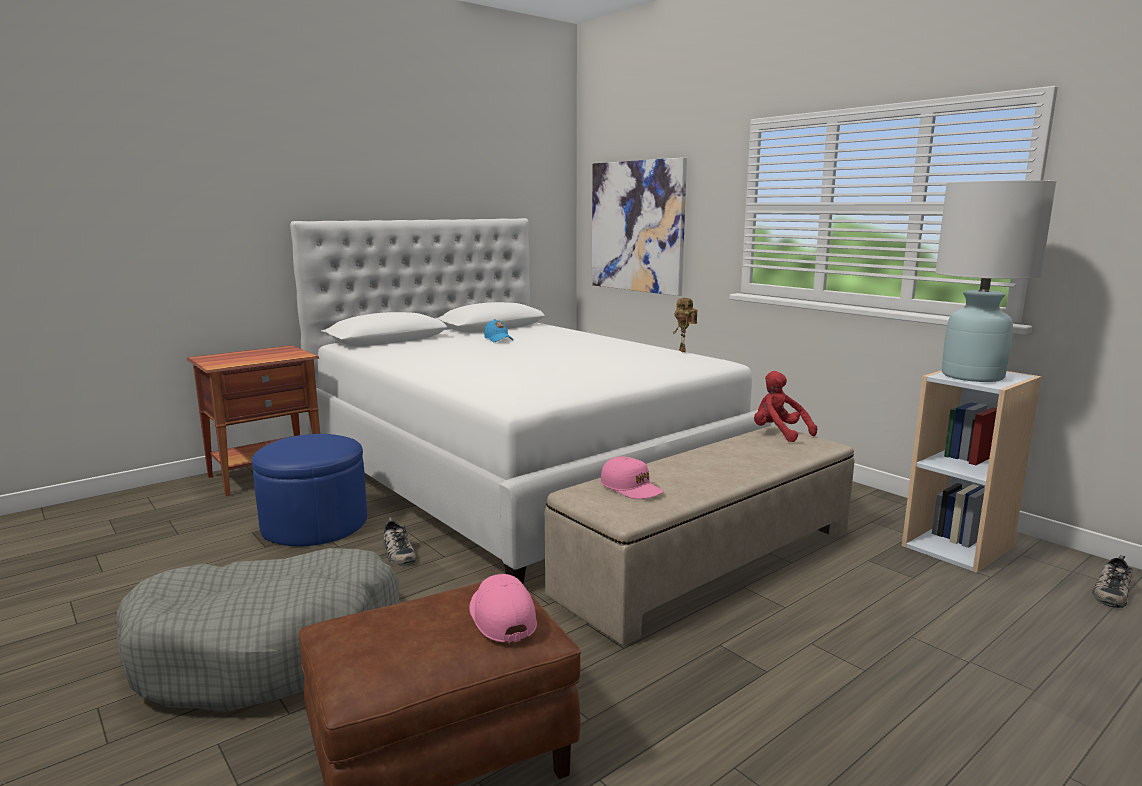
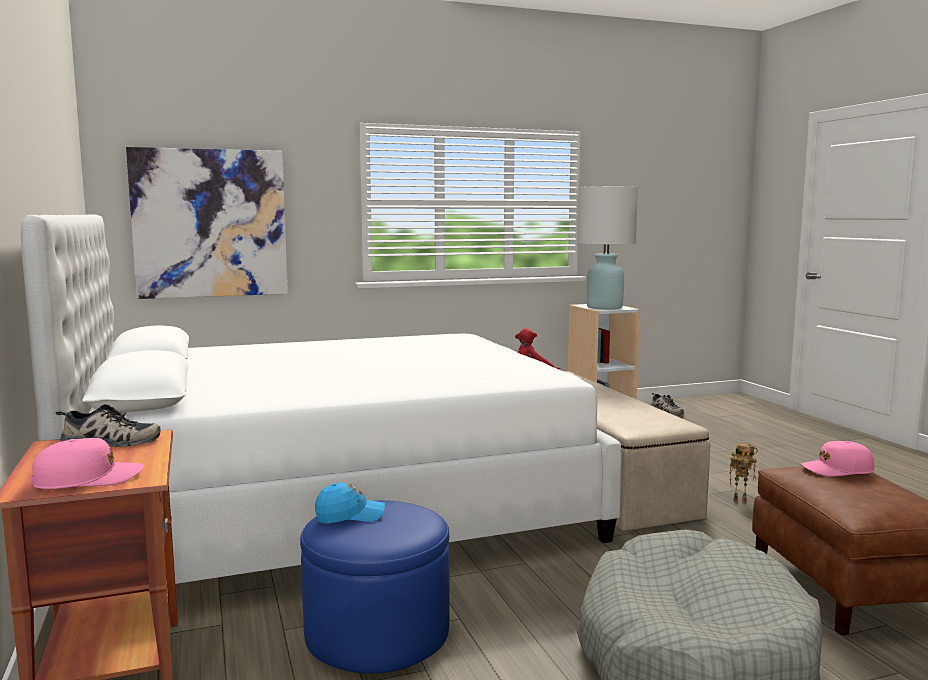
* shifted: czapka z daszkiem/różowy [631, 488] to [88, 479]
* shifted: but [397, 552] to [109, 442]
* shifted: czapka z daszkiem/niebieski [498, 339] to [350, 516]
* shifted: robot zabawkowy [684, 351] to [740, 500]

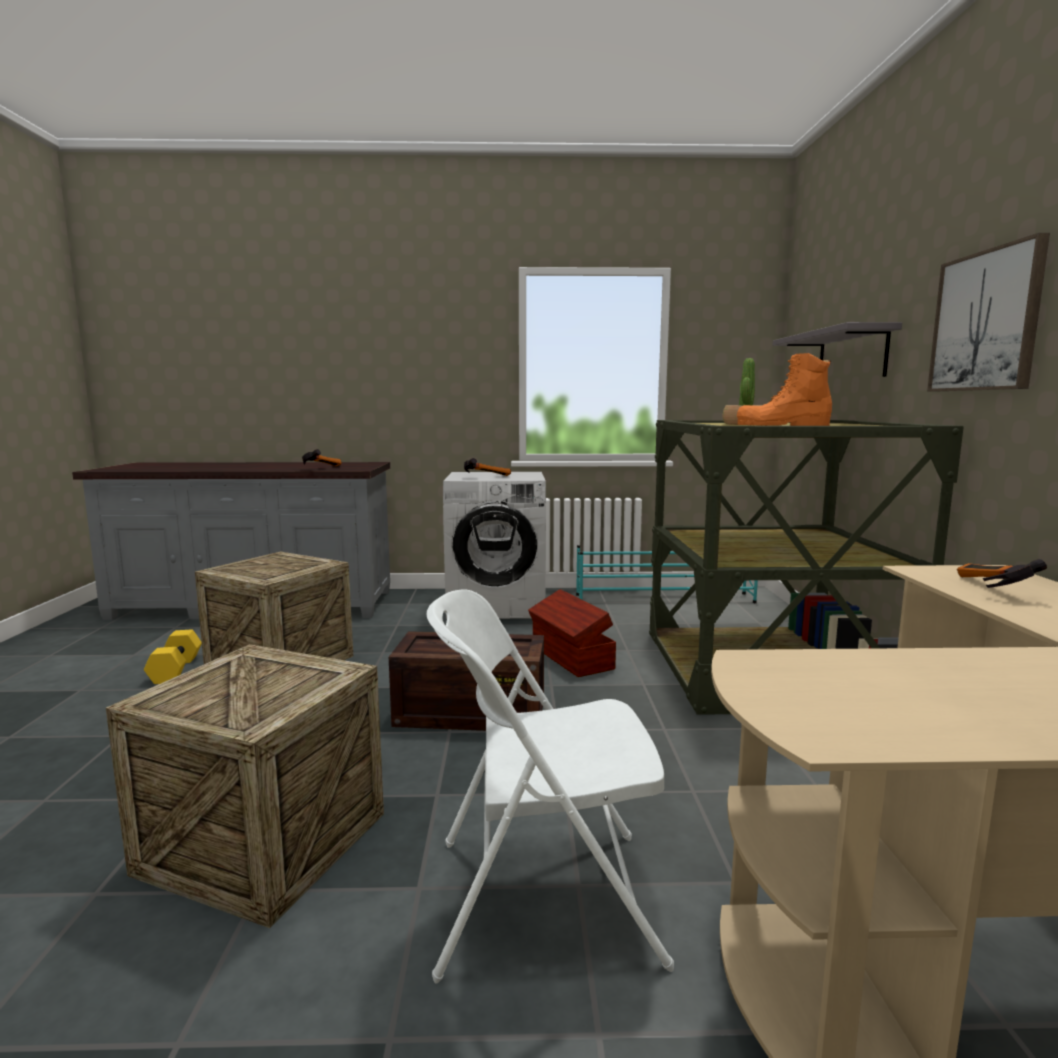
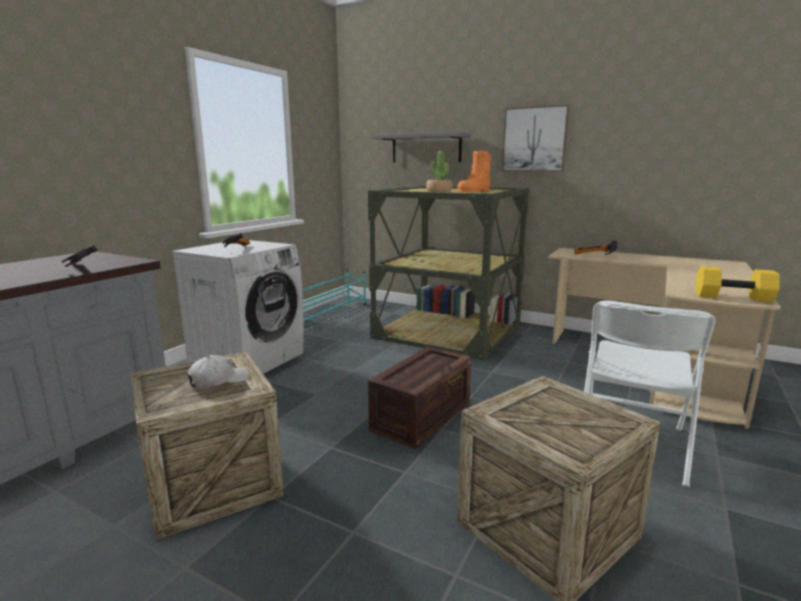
* new: czapka z daszkiem/biały [218, 381]
* shifted: hantel/żółty [174, 669] to [732, 297]
* gone: pojemnik do przechowywania/brązowy [571, 658]

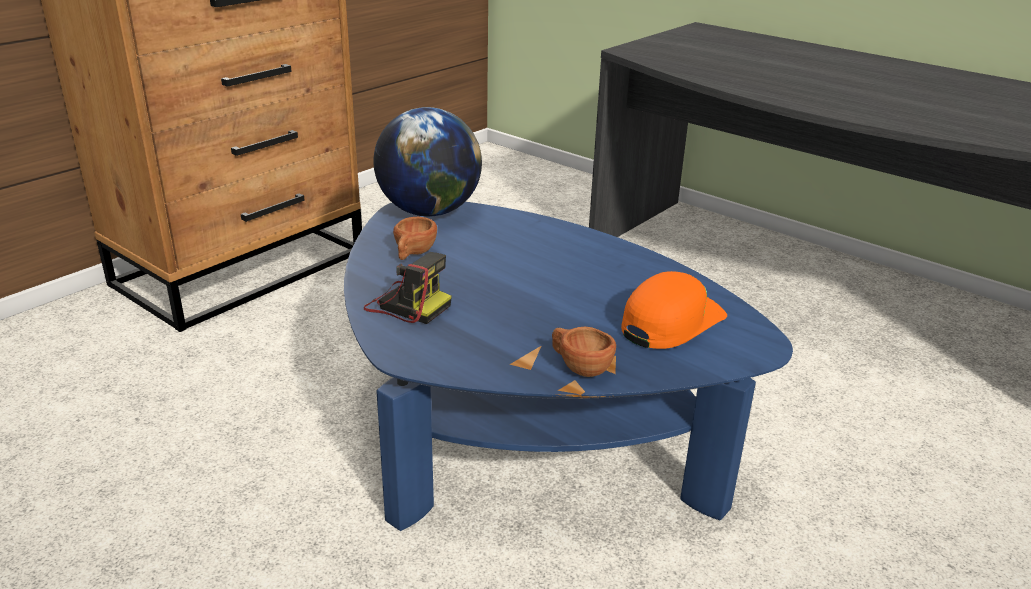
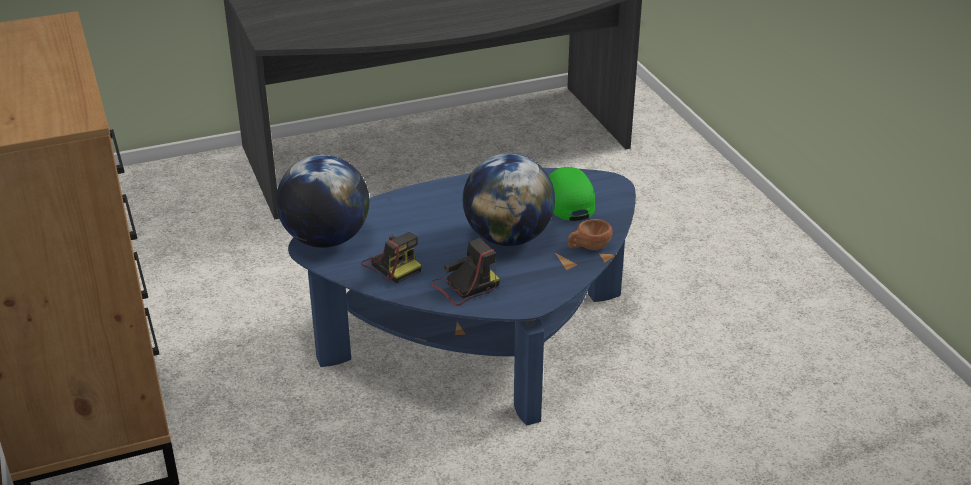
* swapped: filiżanka/brązowy [413, 254] to aparat fotograficzny [392, 265]
* new: globus [508, 237]
* repainted: czapka z daszkiem/pomarańczowy [671, 322] to czapka z daszkiem/zielony [566, 200]

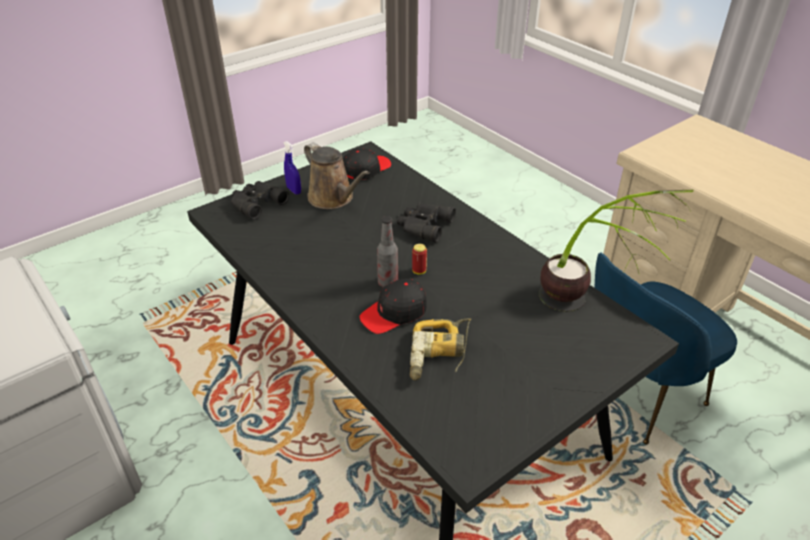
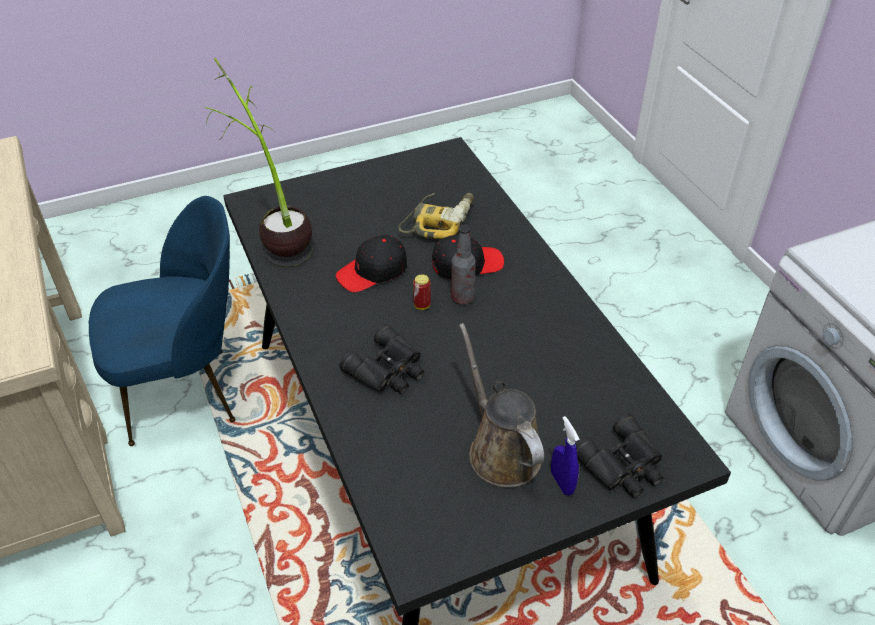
* shifted: czapka z daszkiem/czarny [366, 169] to [373, 271]

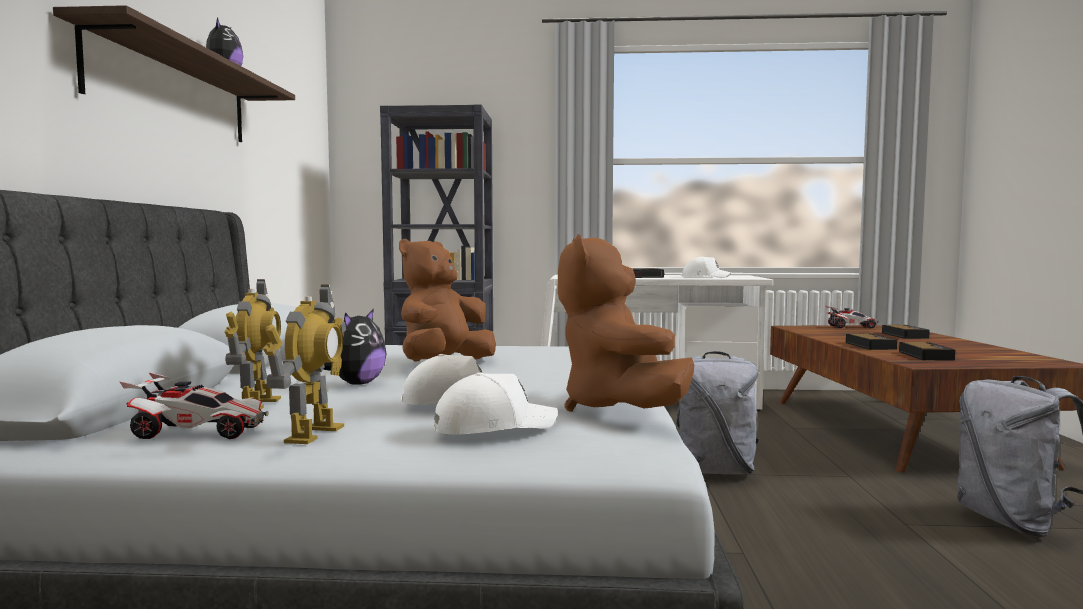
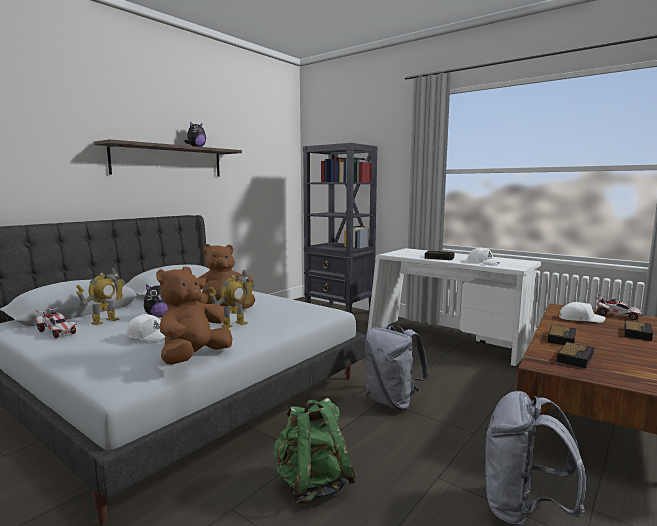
* shifted: robot zabawkowy [313, 434] to [234, 324]
* new: plecak/zielony [312, 485]
* shifted: czapka z daszkiem/biały [493, 426] to [580, 319]

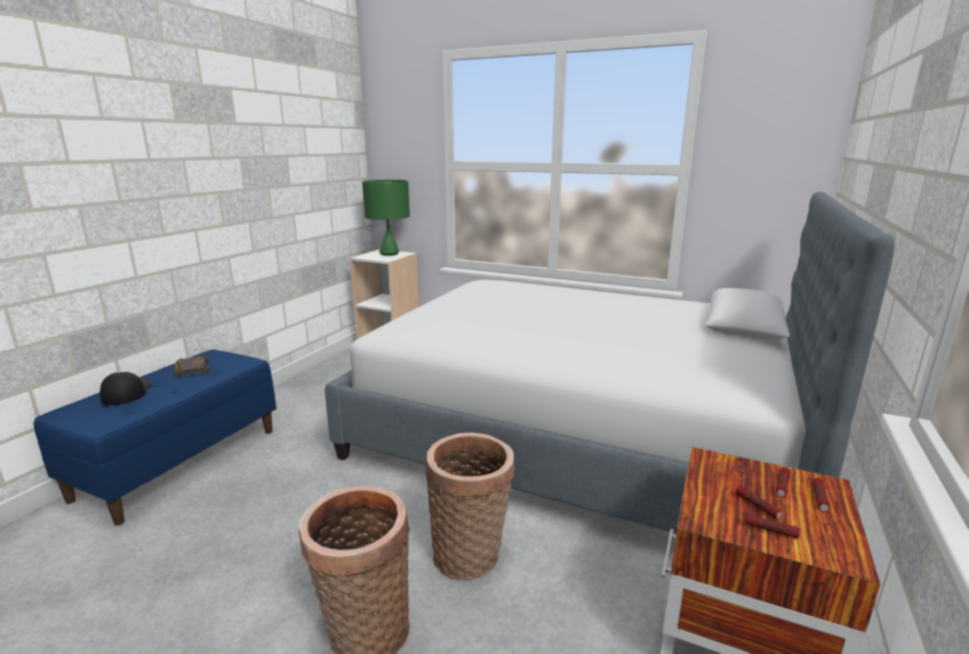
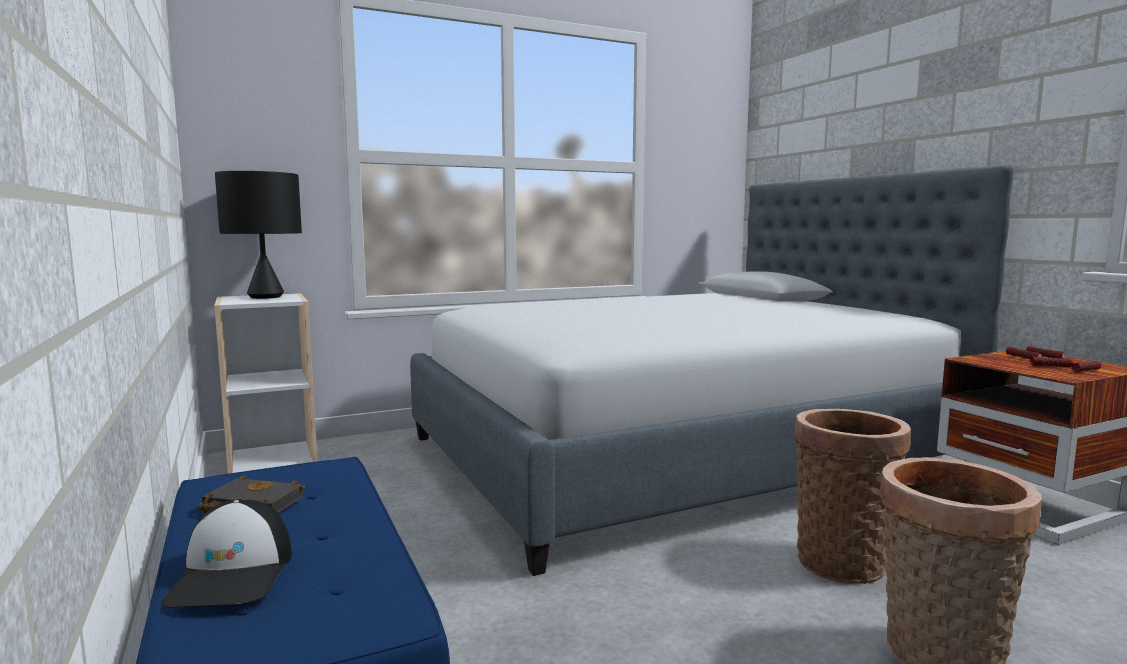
* rotated: czapka z daszkiem [126, 392] = [233, 575] 120 degrees counterclockwise
* repainted: lampa stołowa/zielony [389, 254] to lampa stołowa/czarny [266, 297]

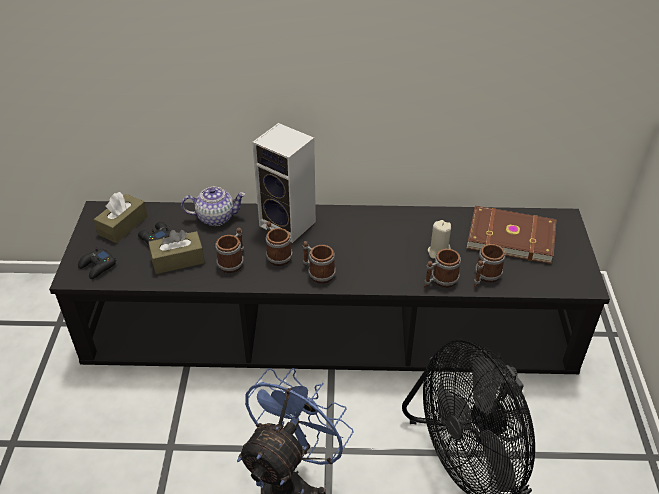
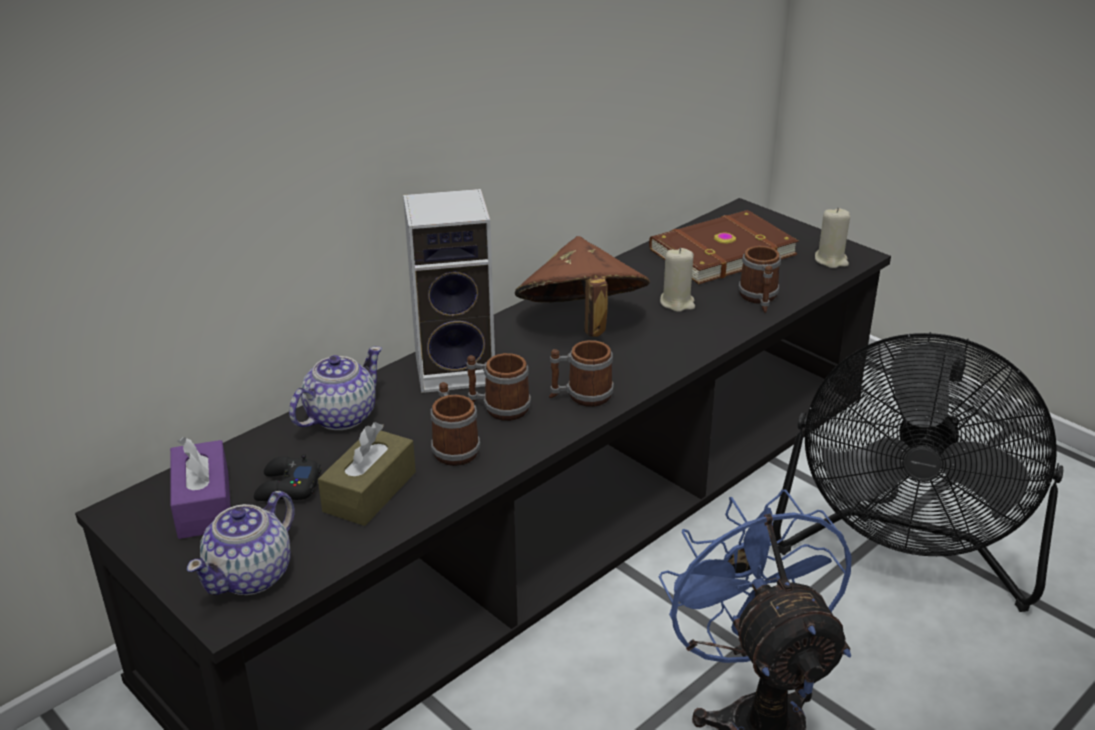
* repainted: pudełko chusteczek/brązowy [123, 225] to pudełko chusteczek/fioletowy [204, 504]
* swapped: pad do gier/czarny [97, 267] to imbryk [251, 575]
* new: kapelusz/brązowy [581, 324]
* new: świeca/beżowy [831, 260]
* gone: kubek [440, 281]

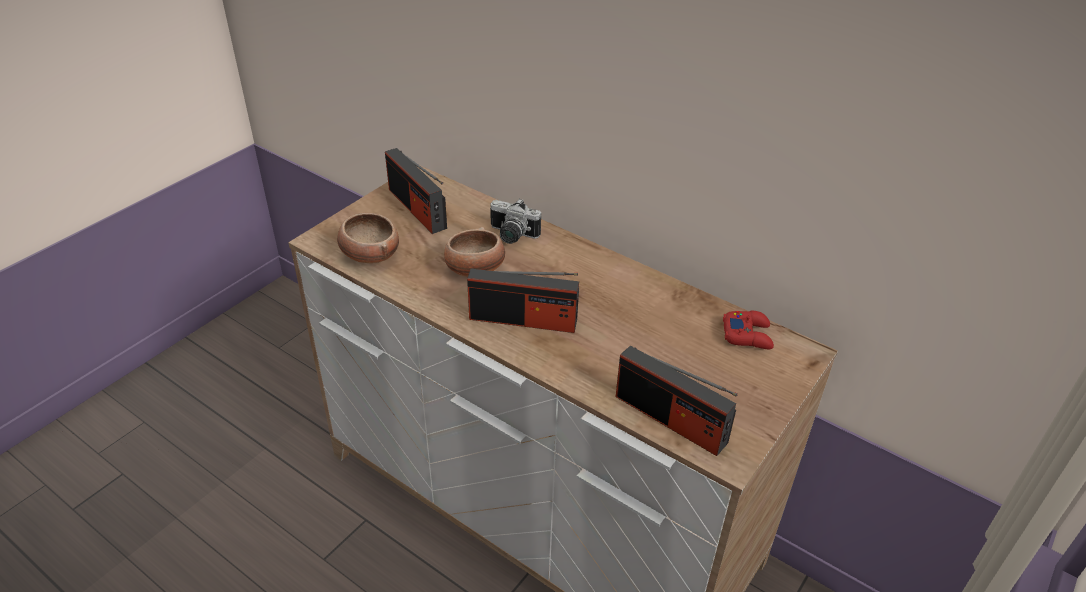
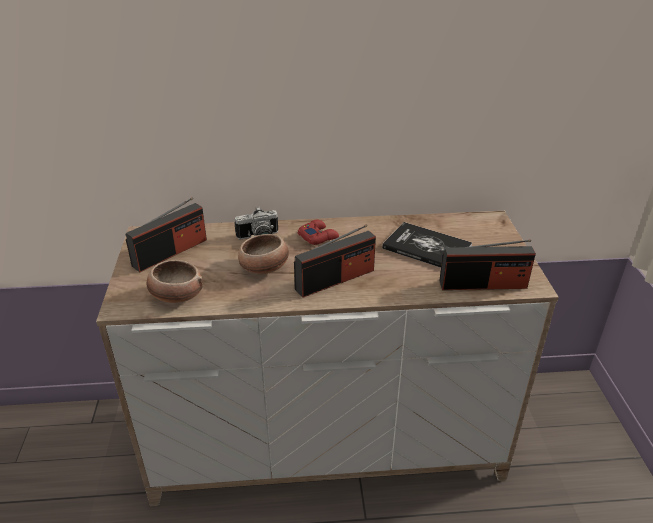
* rotated: radio [417, 209] = [170, 252] 60 degrees counterclockwise
* shifted: pad do gier/czerwony [747, 335] to [318, 236]
* new: książka [426, 248]

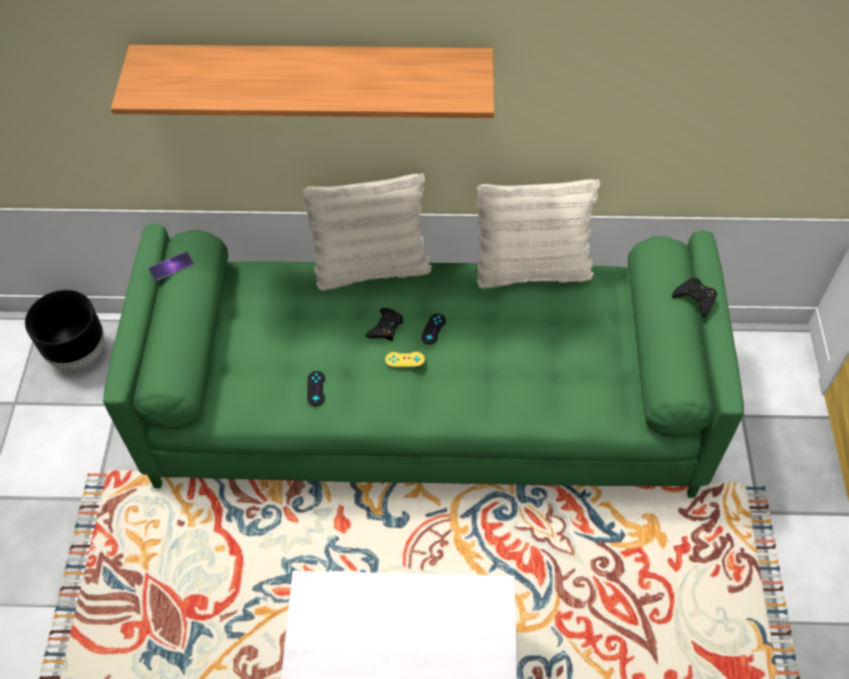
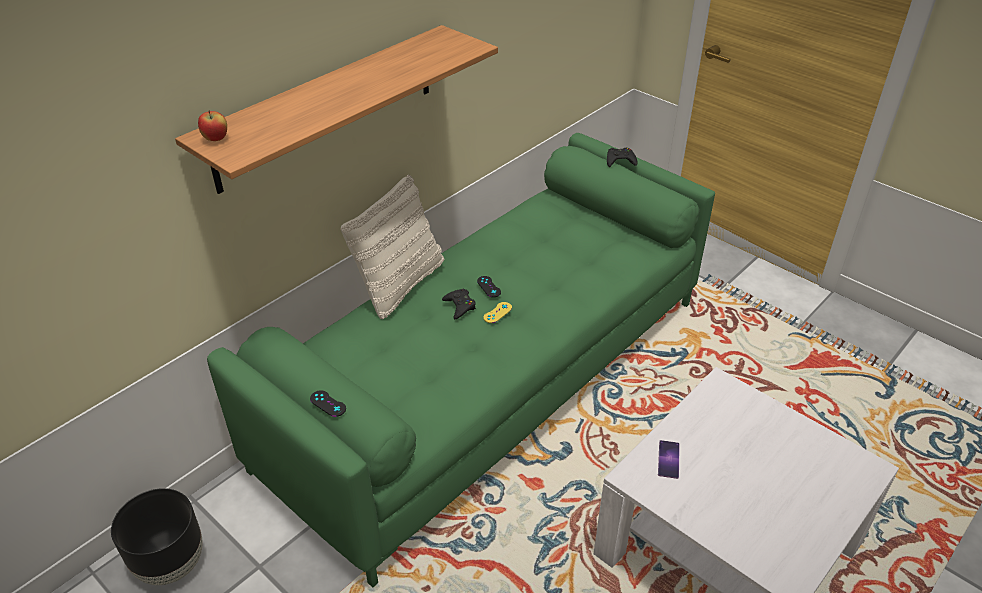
* new: jabłko [216, 139]
* shifted: pad do gier/czarny [316, 388] to [328, 403]
* shifted: telefon [171, 266] to [668, 459]
* gone: poduszka/beżowy [532, 270]

